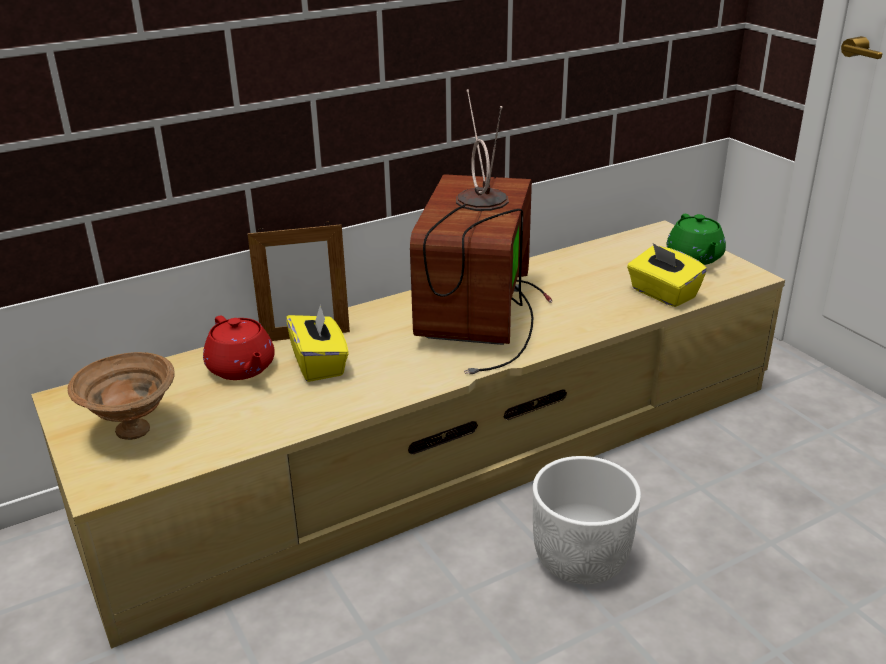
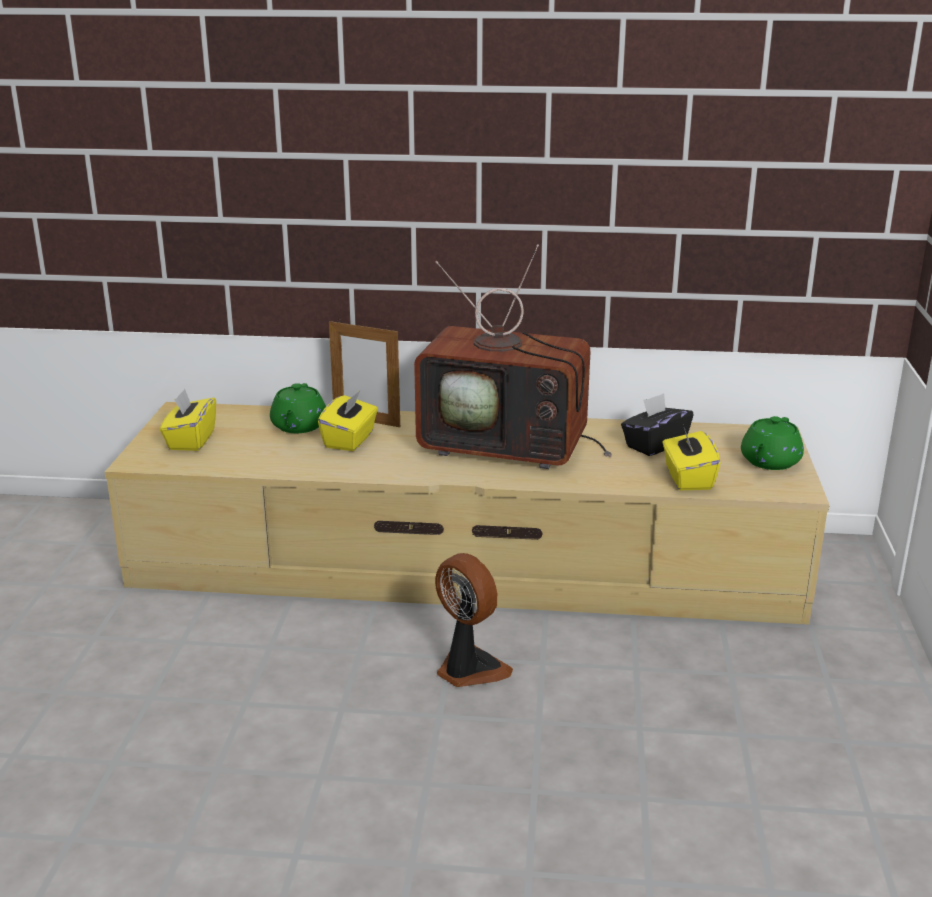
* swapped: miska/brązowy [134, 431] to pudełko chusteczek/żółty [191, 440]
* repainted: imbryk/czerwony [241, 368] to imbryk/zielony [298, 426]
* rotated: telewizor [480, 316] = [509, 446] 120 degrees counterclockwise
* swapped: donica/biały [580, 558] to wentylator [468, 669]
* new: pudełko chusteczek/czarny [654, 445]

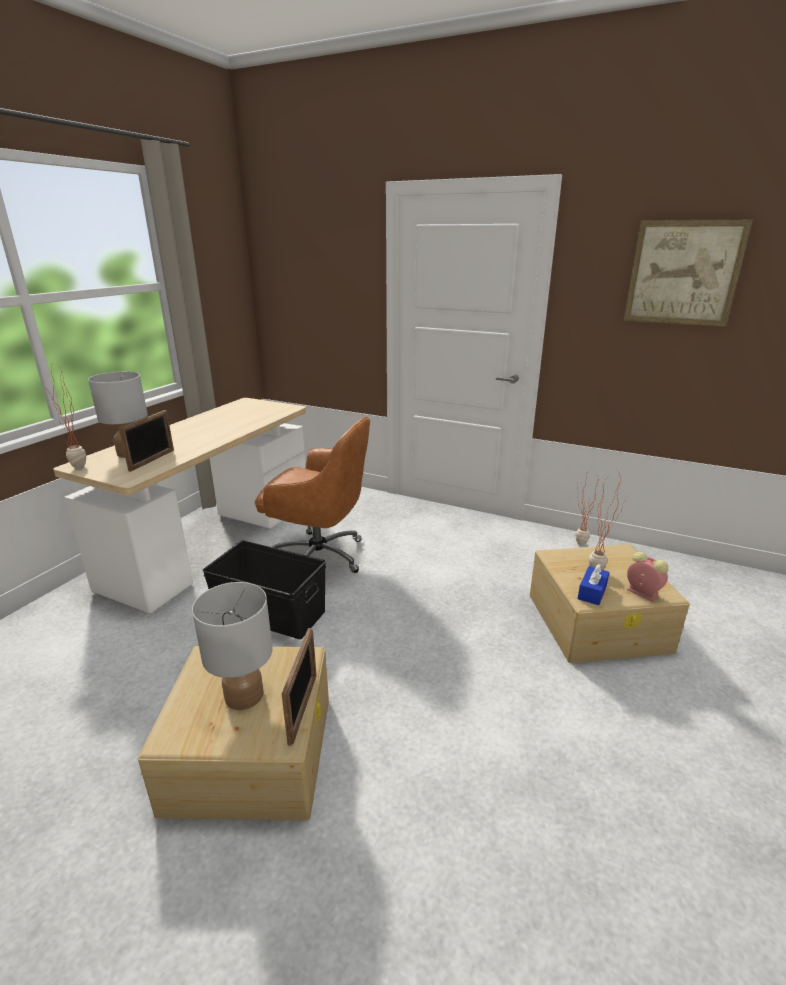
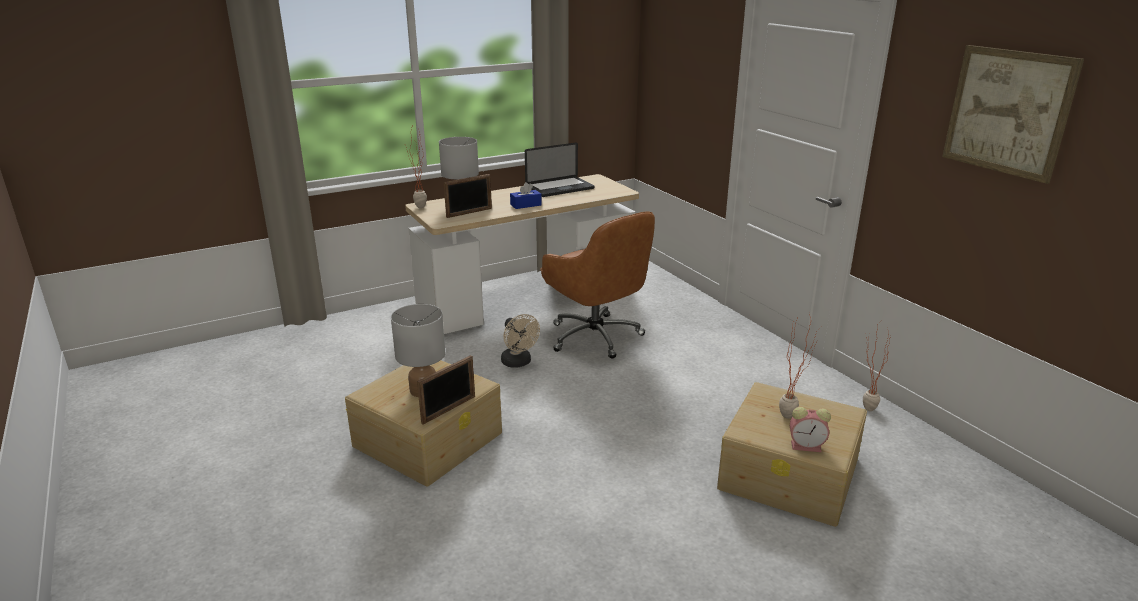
* swapped: pojemnik do przechowywania/czarny [270, 611] to wentylator/beżowy [518, 363]
* shifted: pudełko chusteczek/niebieski [592, 592] to [526, 205]
* new: laptop [560, 188]
* rotated: budzik [641, 592] = [807, 446] 105 degrees clockwise

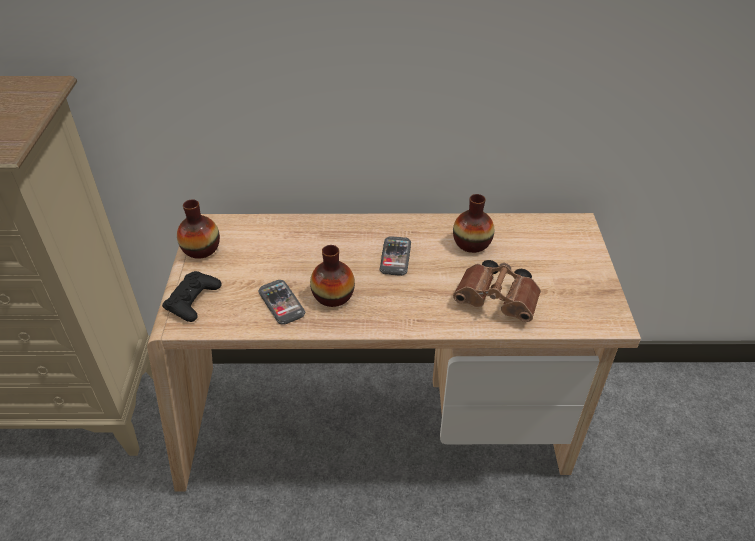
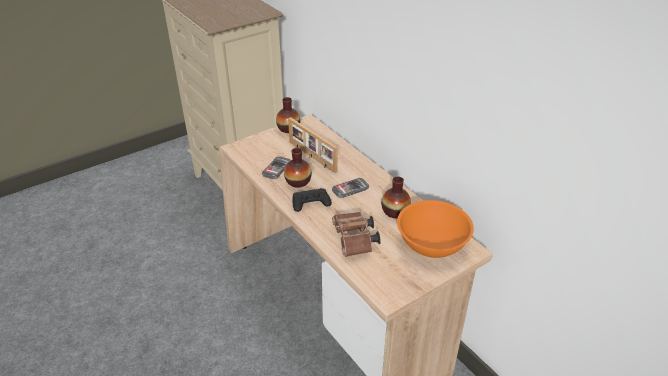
* new: ramka na zdjęcie [311, 156]
* shifted: pad do gier/czarny [193, 300] to [310, 203]
* new: miska/pomarańczowy [432, 244]

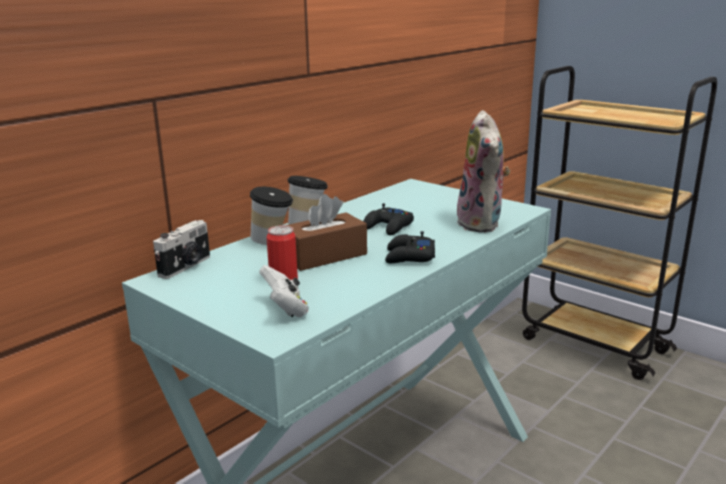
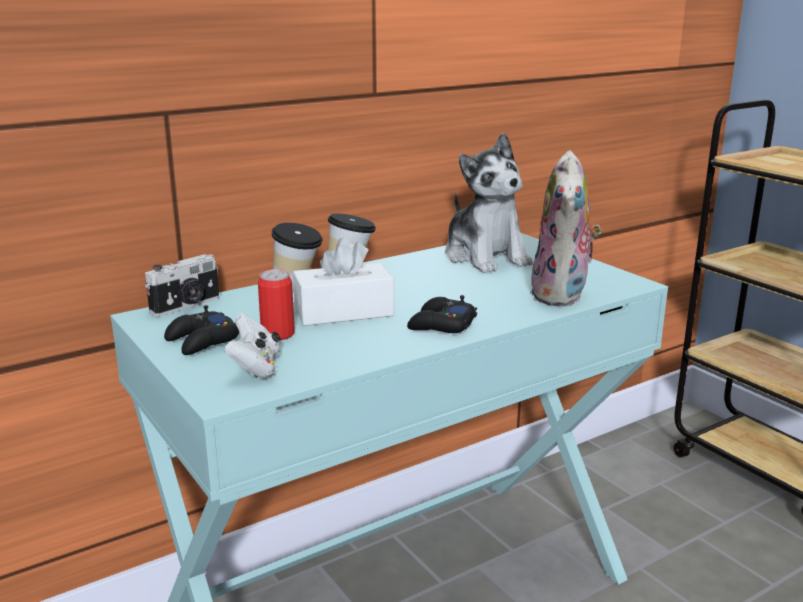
* shifted: pad do gier/czarny [389, 227] to [202, 341]
* repainted: pudełko chusteczek/brązowy [324, 256] to pudełko chusteczek/biały [343, 312]
* new: pluszak [485, 257]

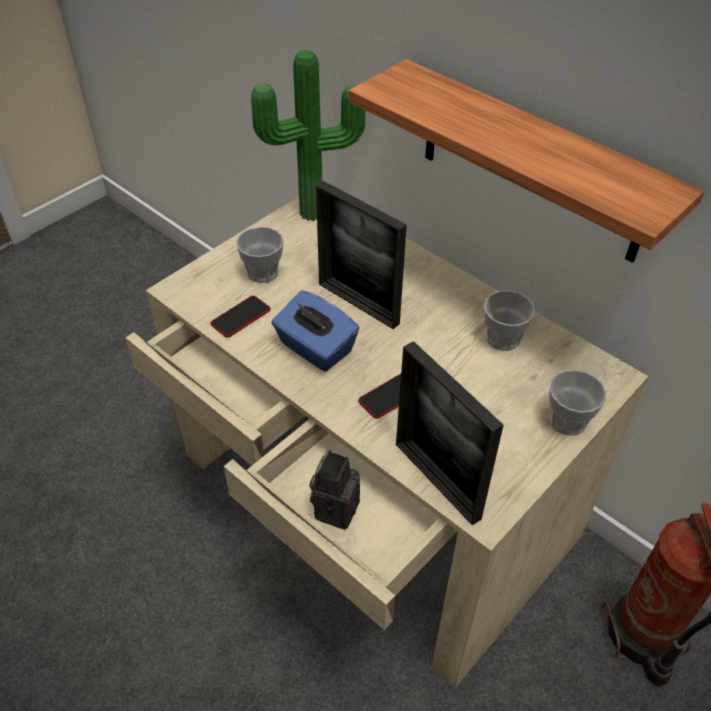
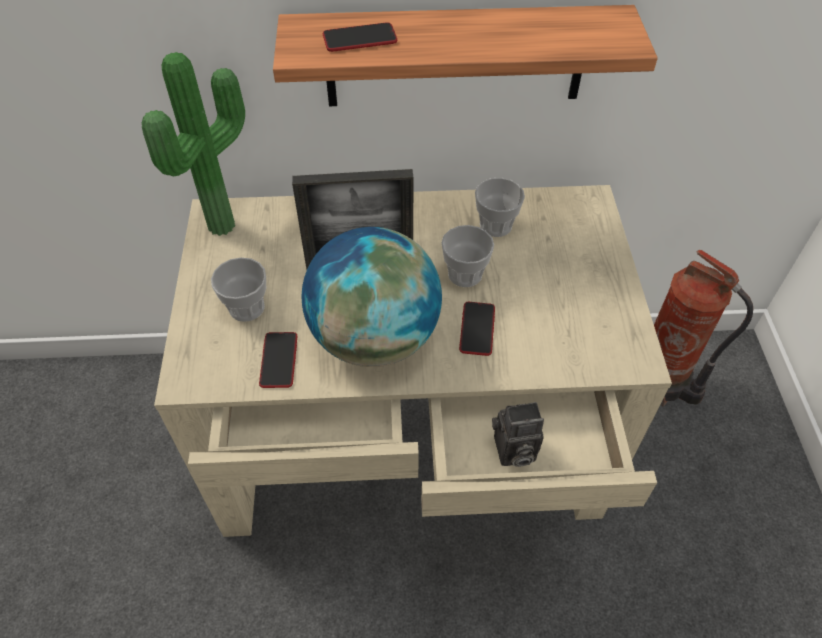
* swapped: pudełko chusteczek/niebieski [315, 348] to globus [375, 338]
* new: telefon [359, 39]
* shifted: filiżanka [567, 421] to [465, 274]
* rotated: aparat fotograficzny [335, 507] = [513, 451] 75 degrees counterclockwise
* gone: ramka na zdjęcie [437, 480]

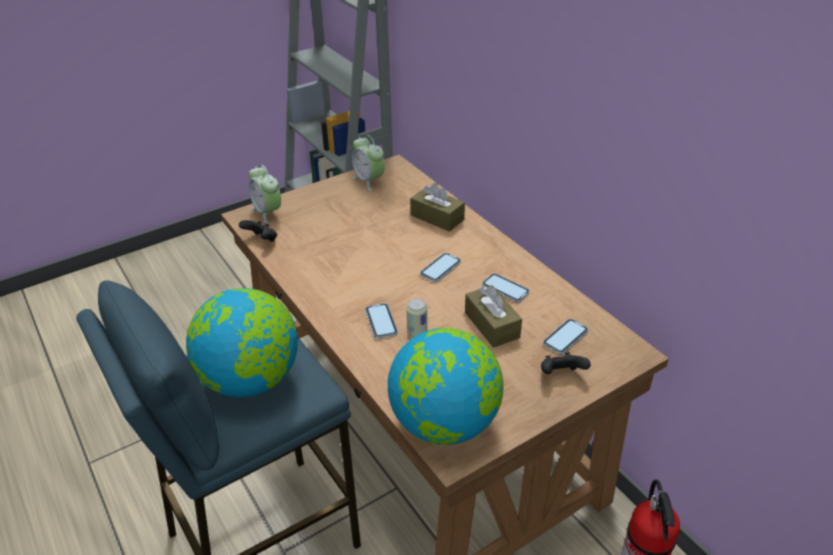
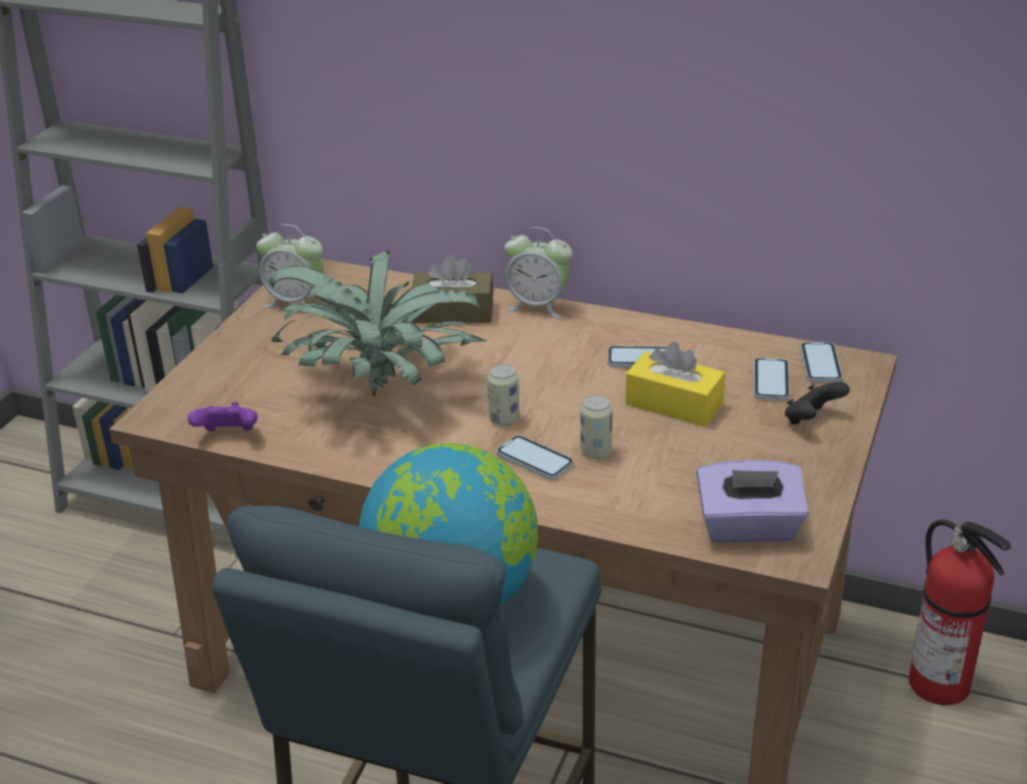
* repainted: pad do gier/czarny [261, 240] to pad do gier/fioletowy [228, 436]
* new: roślina doniczkowa [382, 389]
* new: puszka [504, 419]
* shifted: budzik [268, 212] to [538, 306]
* repainted: pudełko chusteczek/brązowy [492, 325] to pudełko chusteczek/żółty [674, 404]
* swapped: globus [445, 423] to pudełko chusteczek/fioletowy [749, 528]
* shifted: telefon [440, 268] to [820, 364]

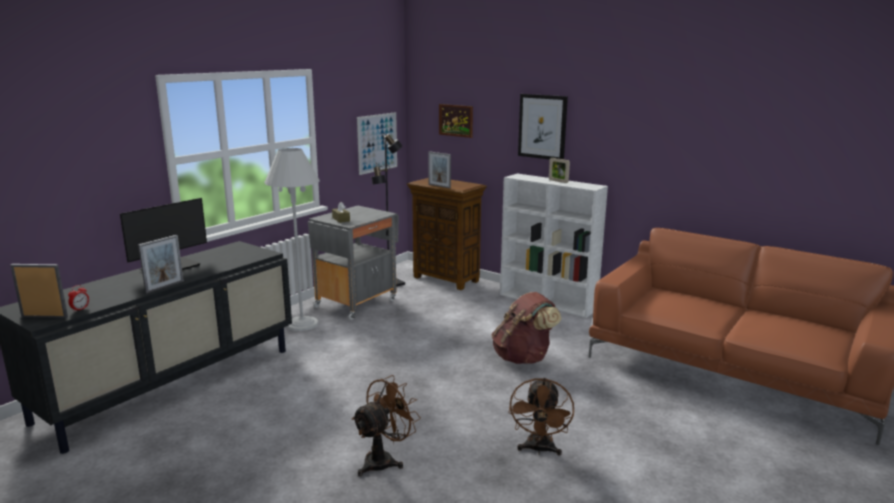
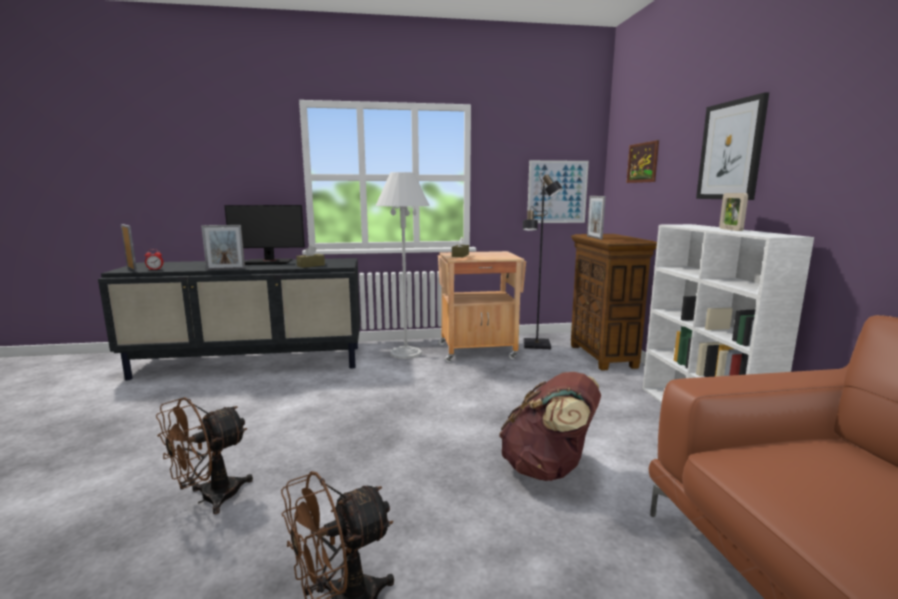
* rotated: wentylator/brązowy [384, 460] = [210, 498] 135 degrees clockwise
* new: pudełko chusteczek/brązowy [311, 265]
* repainted: wózek/szary [357, 303] to wózek/brązowy [478, 351]

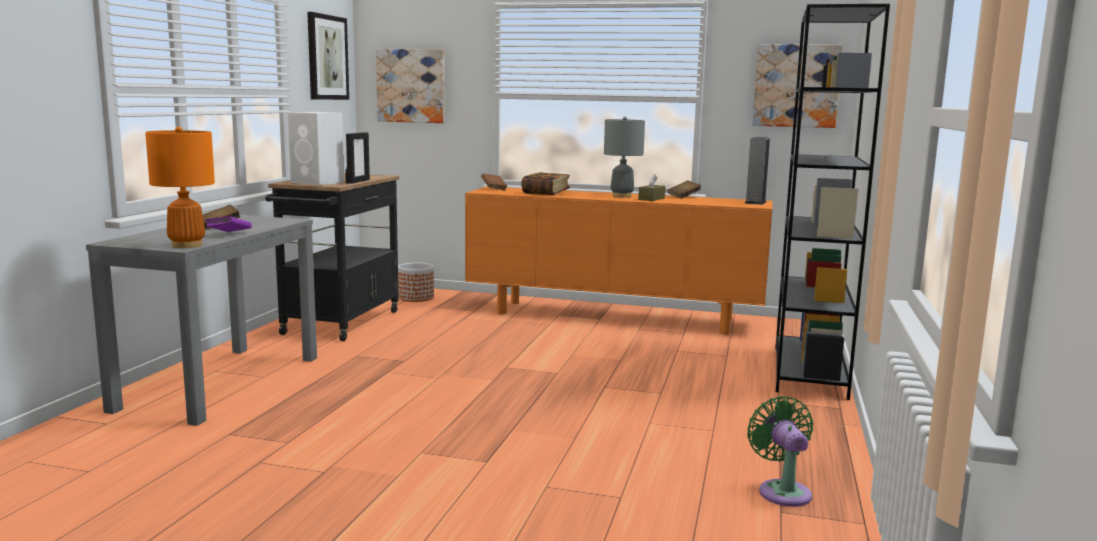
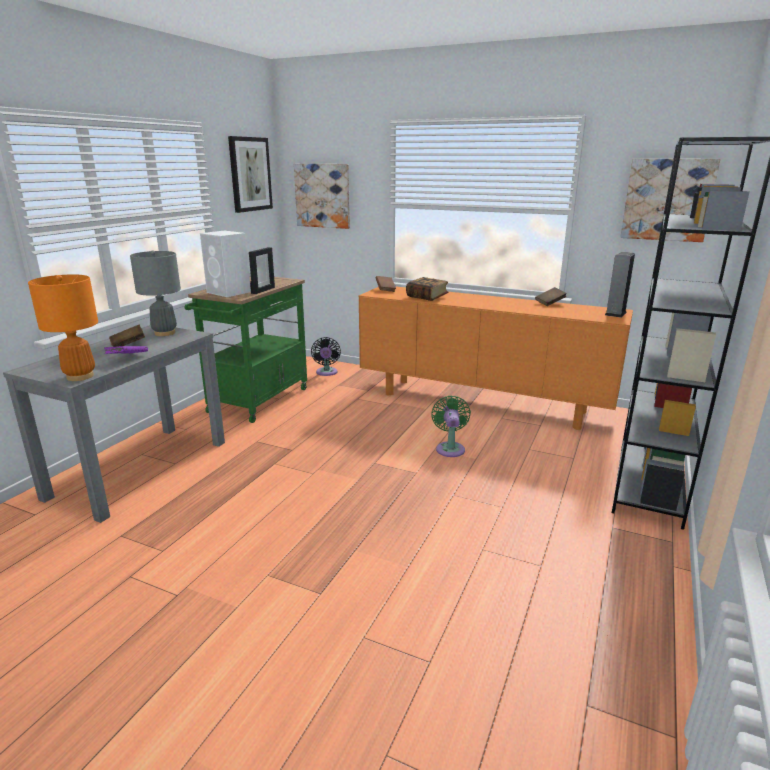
* shifted: lampa stołowa/szary [622, 196] to [165, 333]
* repainted: wózek/czarny [339, 324] to wózek/zielony [257, 401]
* swapped: donica [416, 297] to wentylator/czarny [326, 373]
* shifted: wentylator/zielony [782, 491] to [450, 448]
* gone: pudełko chusteczek/brązowy [651, 199]

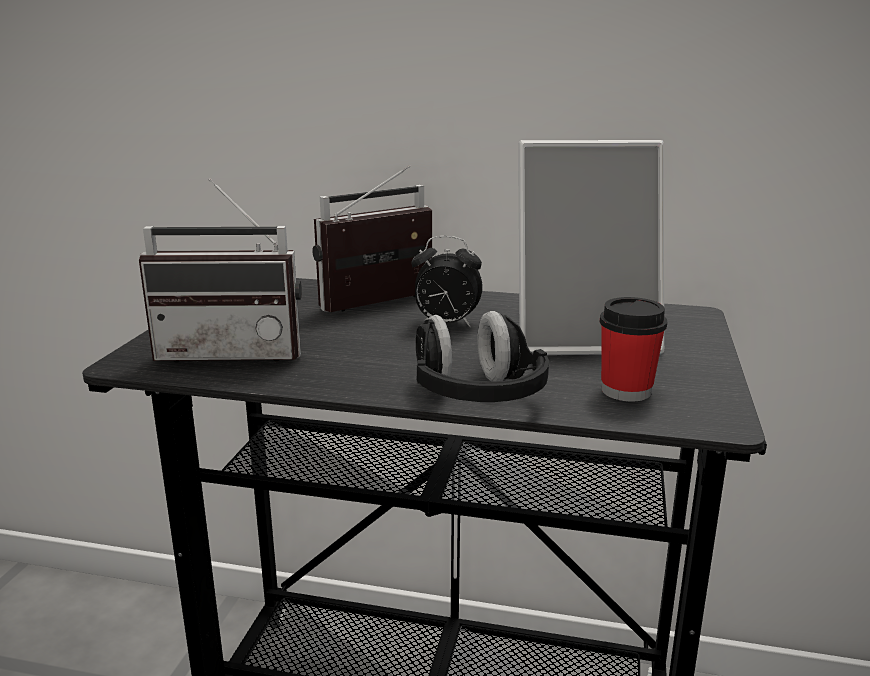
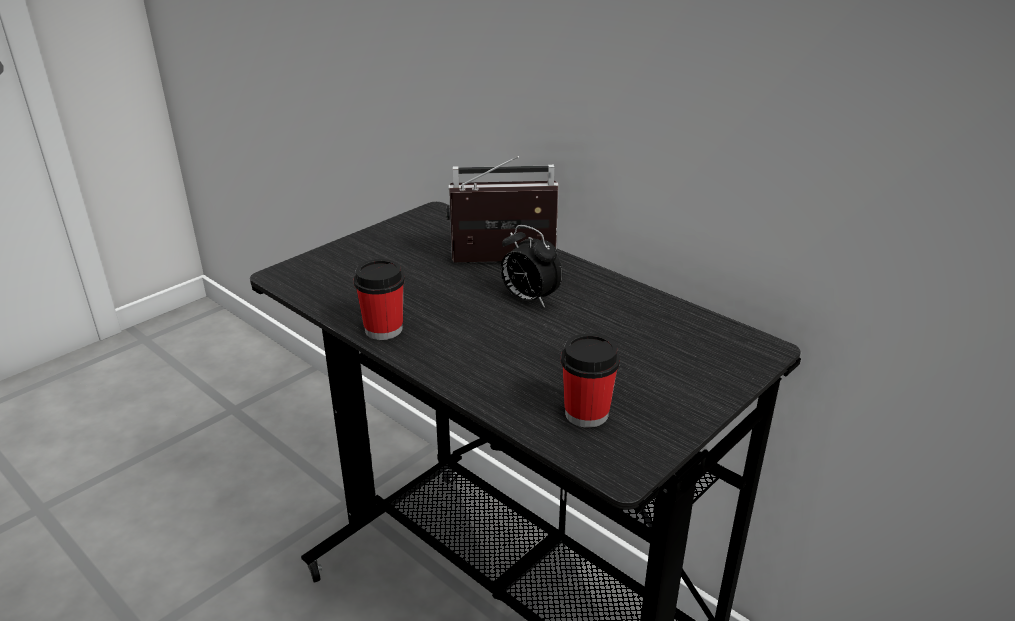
* new: filiżanka [383, 329]
* gone: radio [234, 352]
* gone: słuchawki/czarny [476, 396]
* gone: ramka na zdjęcie [583, 338]

